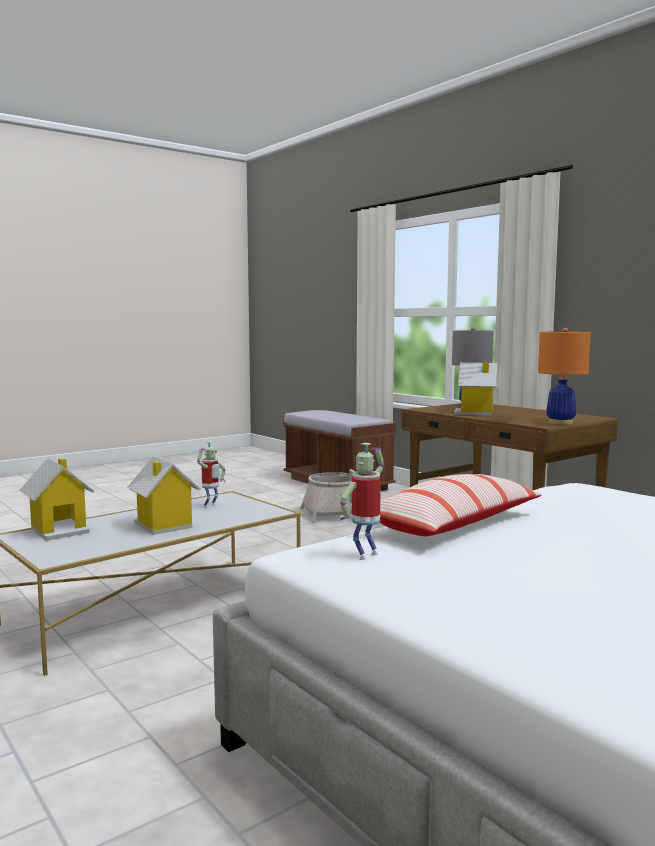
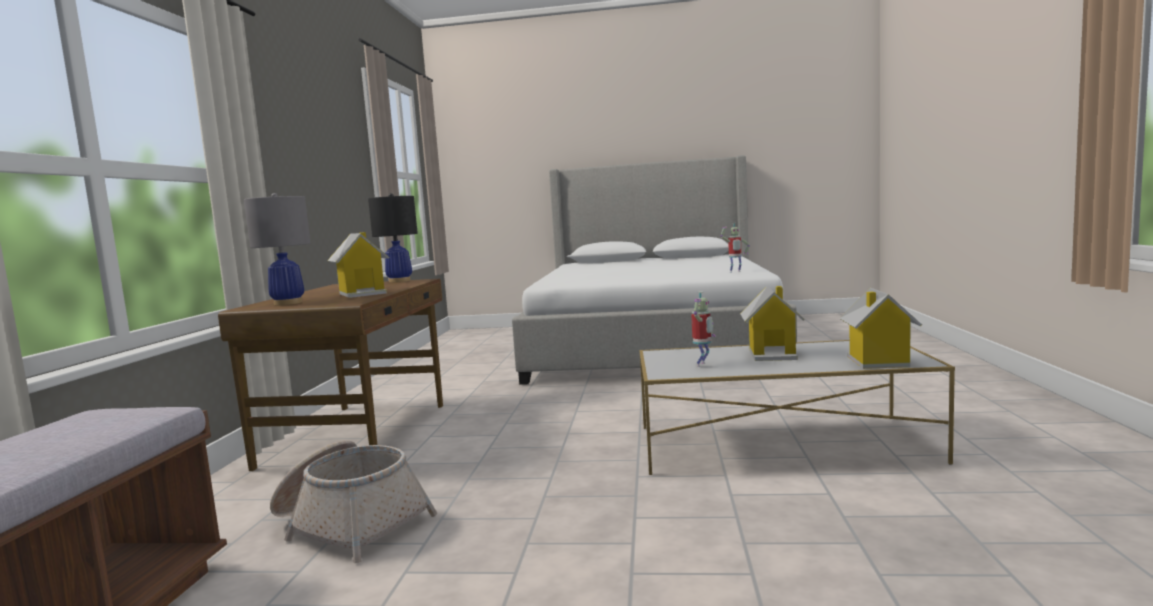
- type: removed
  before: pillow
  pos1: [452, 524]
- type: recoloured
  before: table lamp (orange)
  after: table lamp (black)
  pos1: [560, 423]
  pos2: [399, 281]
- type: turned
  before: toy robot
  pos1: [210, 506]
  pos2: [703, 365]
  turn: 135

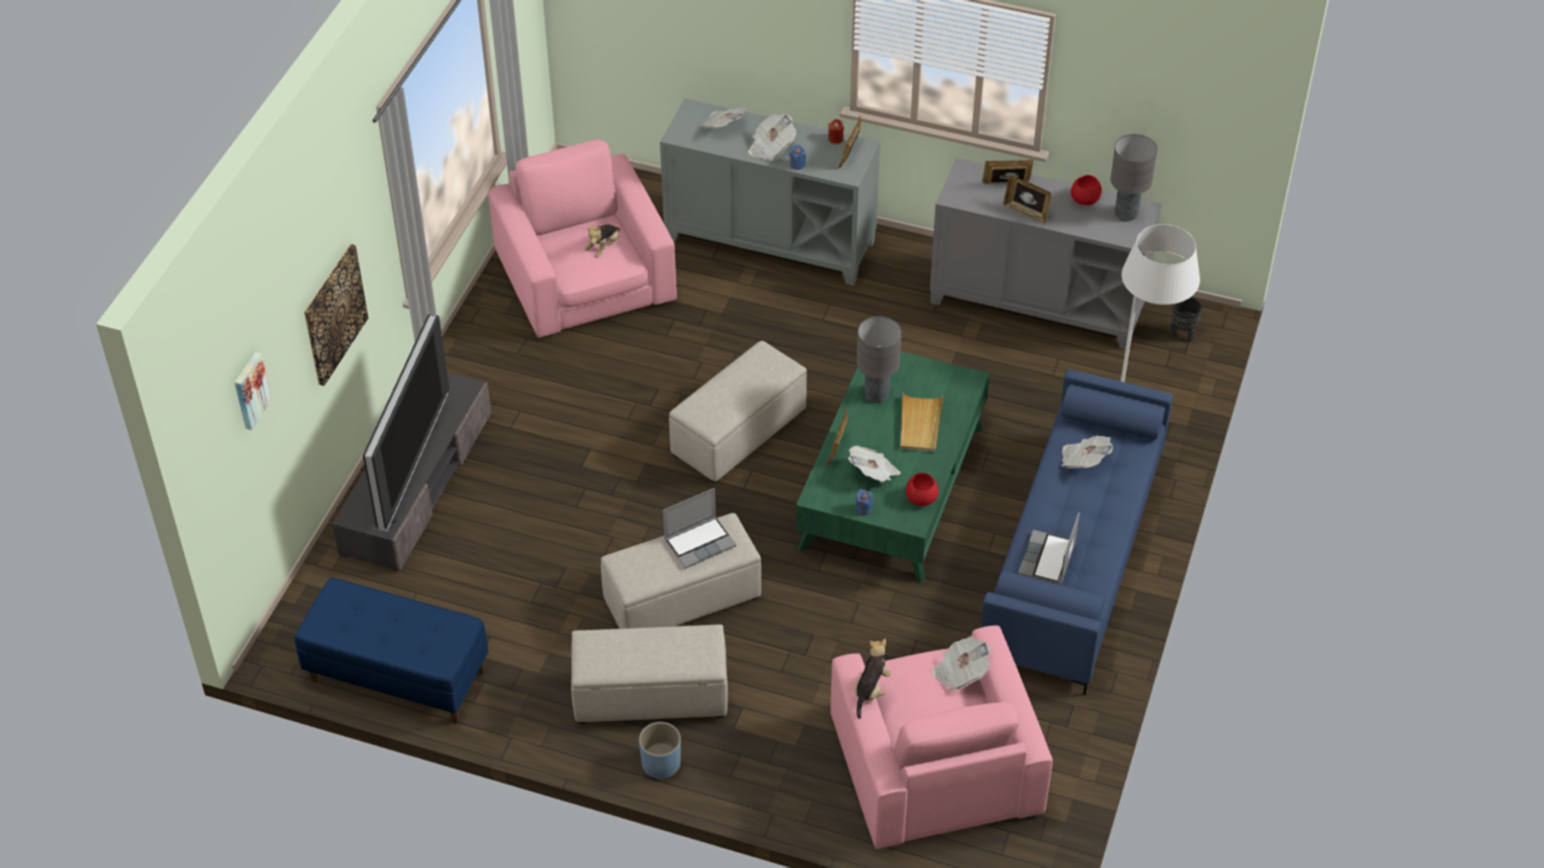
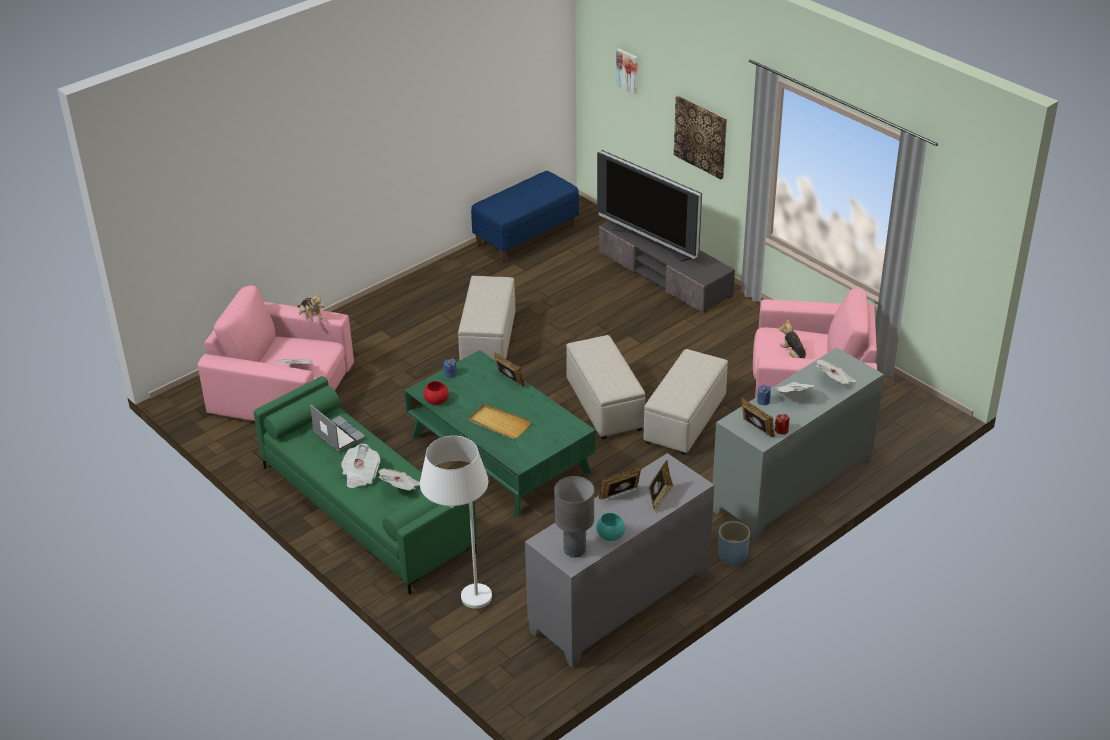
- type: removed
  before: laptop
  pos1: [700, 542]
- type: removed
  before: table lamp (grey)
  pos1: [876, 395]
- type: removed
  before: planter (black)
  pos1: [1182, 334]
- type: moved
  before: ottoman (beige)
  pos1: [649, 696]
  pos2: [685, 420]
- type: moved
  before: planter (blue)
  pos1: [661, 764]
  pos2: [732, 555]
- type: moved
  before: newspaper
  pos1: [873, 473]
  pos2: [360, 475]
- type: recoloured
  before: sofa (blue)
  after: sofa (green)
  pos1: [1073, 560]
  pos2: [365, 509]
- type: recoloured
  before: bowl (red)
  after: bowl (turquoise)
  pos1: [1085, 199]
  pos2: [610, 535]

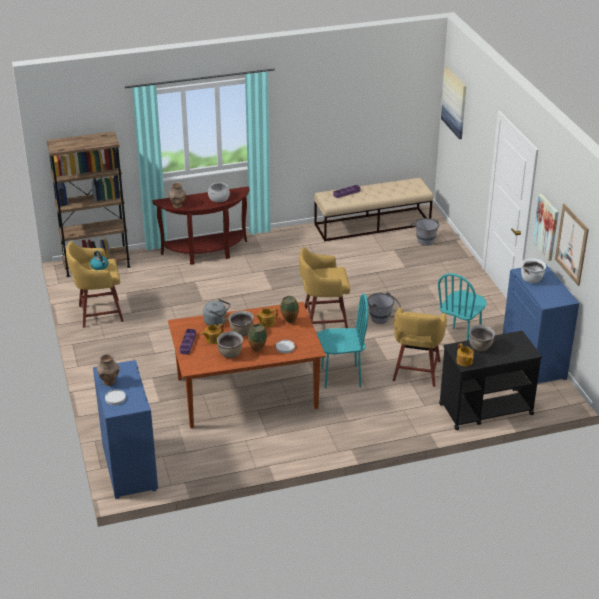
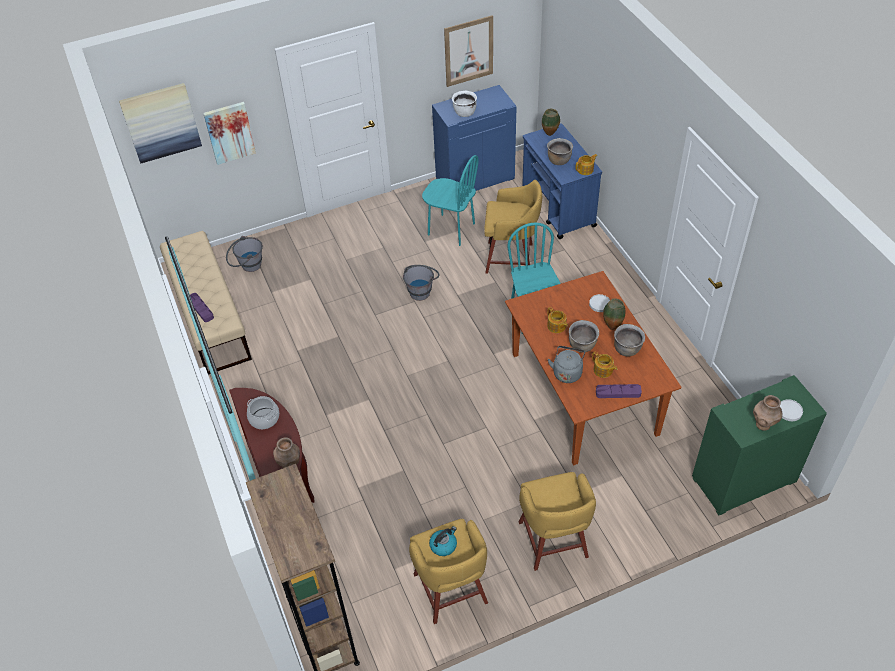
- type: moved
  before: vase
  pos1: [289, 322]
  pos2: [550, 135]
- type: moved
  before: stool (yellow)
  pos1: [323, 321]
  pos2: [553, 542]
- type: moved
  before: picture
  pos1: [546, 227]
  pos2: [229, 132]
- type: recoloured
  before: cabinet (blue)
  after: cabinet (green)
  pos1: [128, 467]
  pos2: [744, 480]
- type: recoloured
  before: cart (black)
  after: cart (blue)
  pos1: [485, 409]
  pos2: [558, 208]

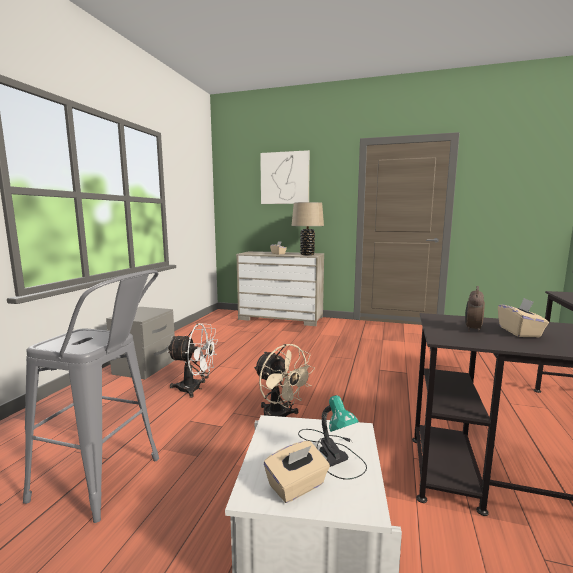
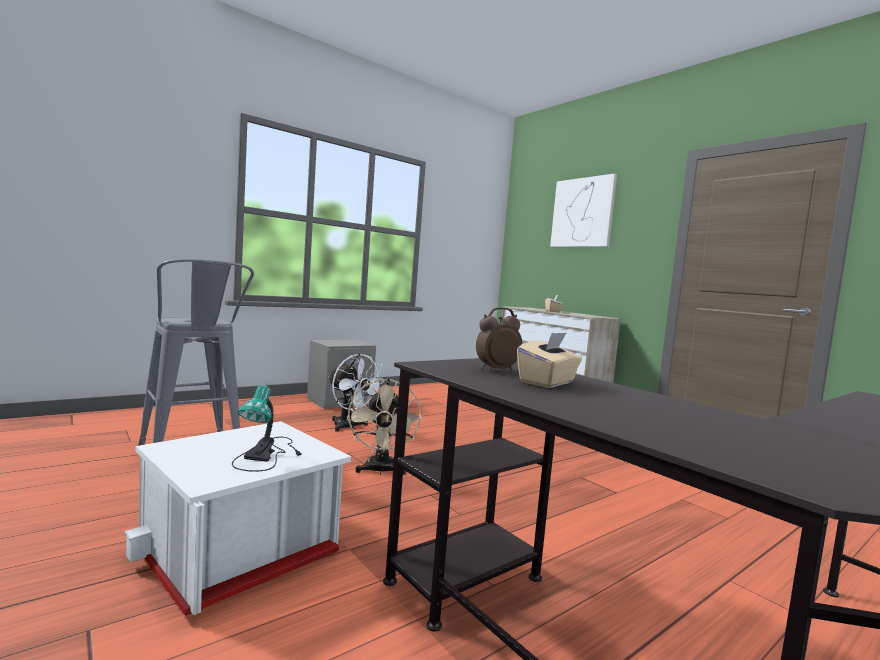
- type: removed
  before: tissue box (beige)
  pos1: [297, 486]
- type: removed
  before: table lamp (beige)
  pos1: [307, 254]

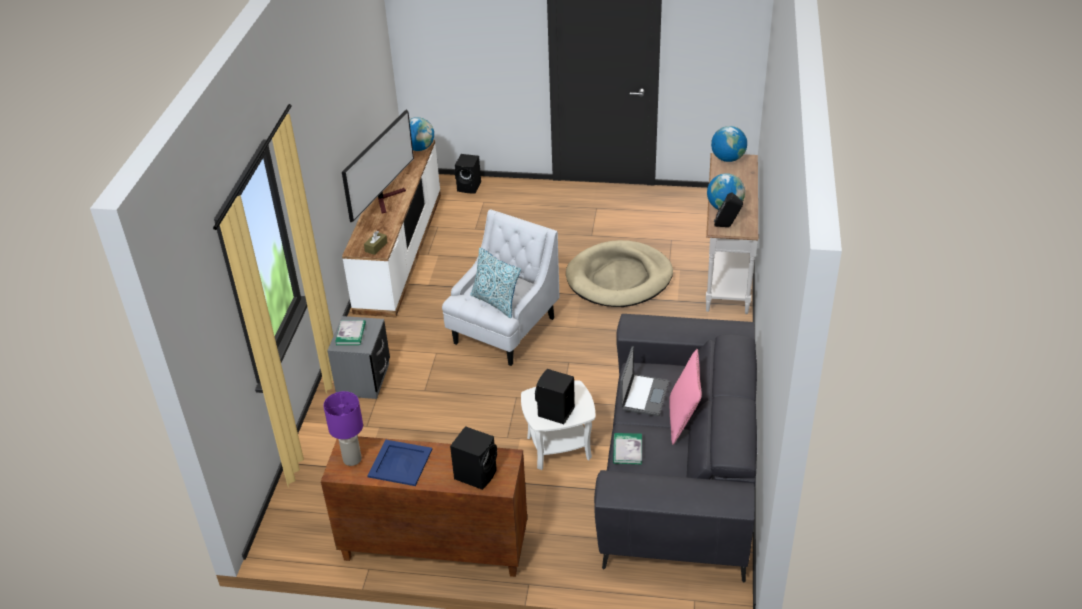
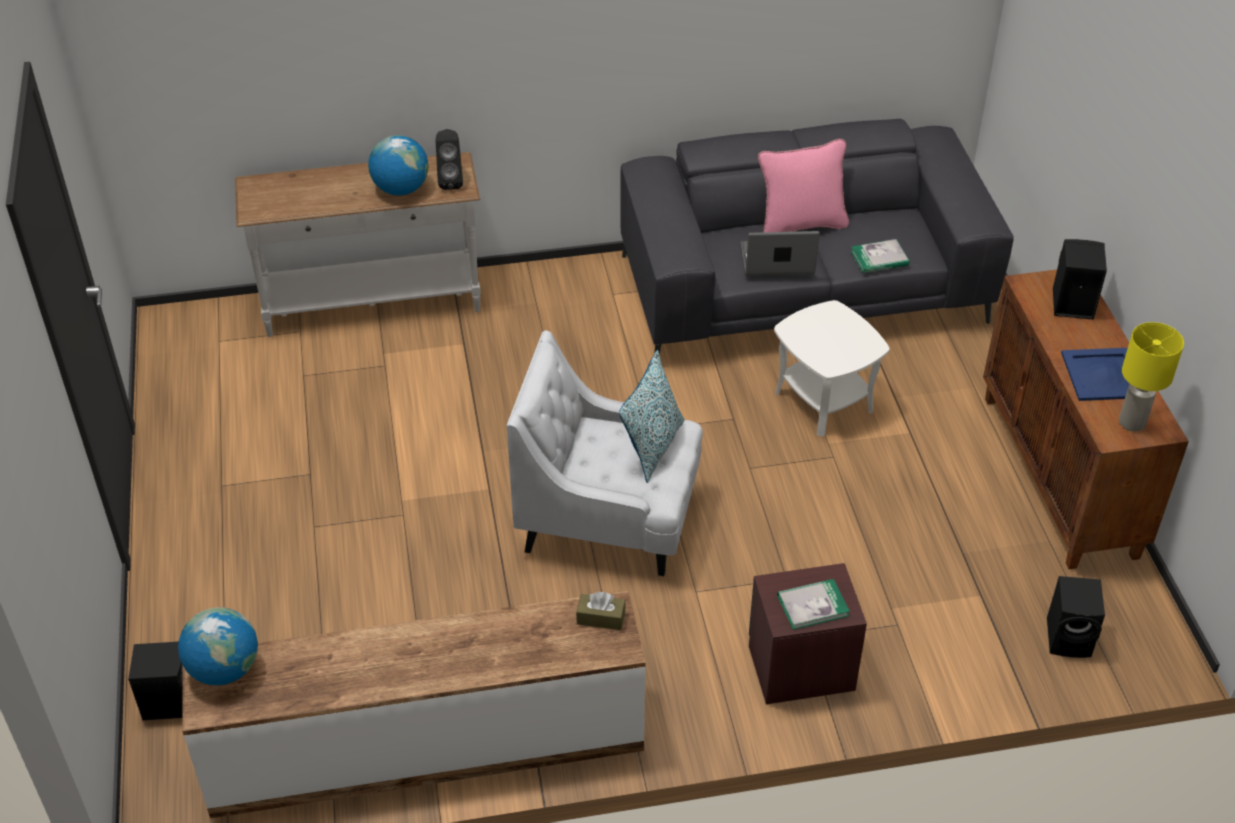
- type: removed
  before: television
  pos1: [387, 199]
- type: removed
  before: dog bed (beige)
  pos1: [619, 278]
- type: removed
  before: globe
  pos1: [728, 159]
- type: moved
  before: speaker (black)
  pos1: [555, 412]
  pos2: [1070, 638]
- type: recoloured
  before: table lamp (purple)
  after: table lamp (yellow)
  pos1: [352, 459]
  pos2: [1133, 423]
- type: recoloured
  before: nightstand (grey)
  after: nightstand (brown)
  pos1: [363, 379]
  pos2: [801, 667]

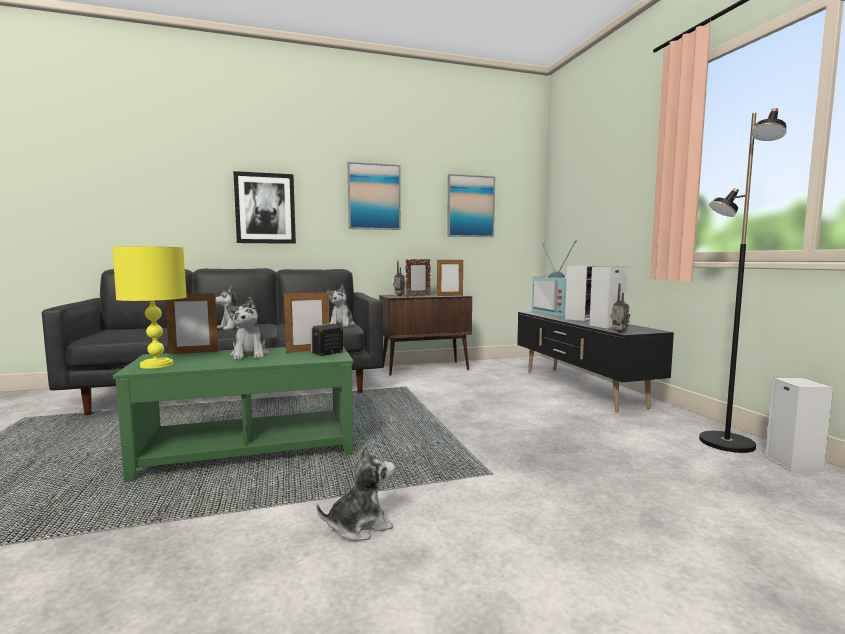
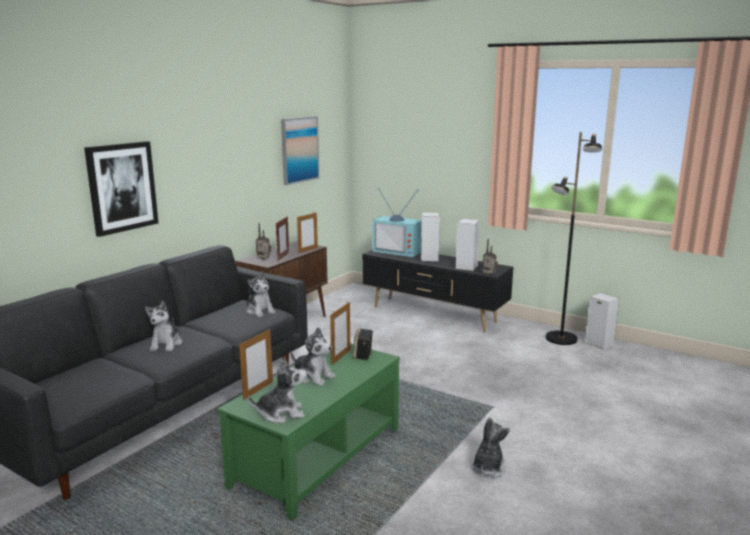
- type: removed
  before: picture
  pos1: [374, 197]
- type: replaced
  before: table lamp (yellow)
  after: plush toy
  pos1: [157, 365]
  pos2: [281, 413]

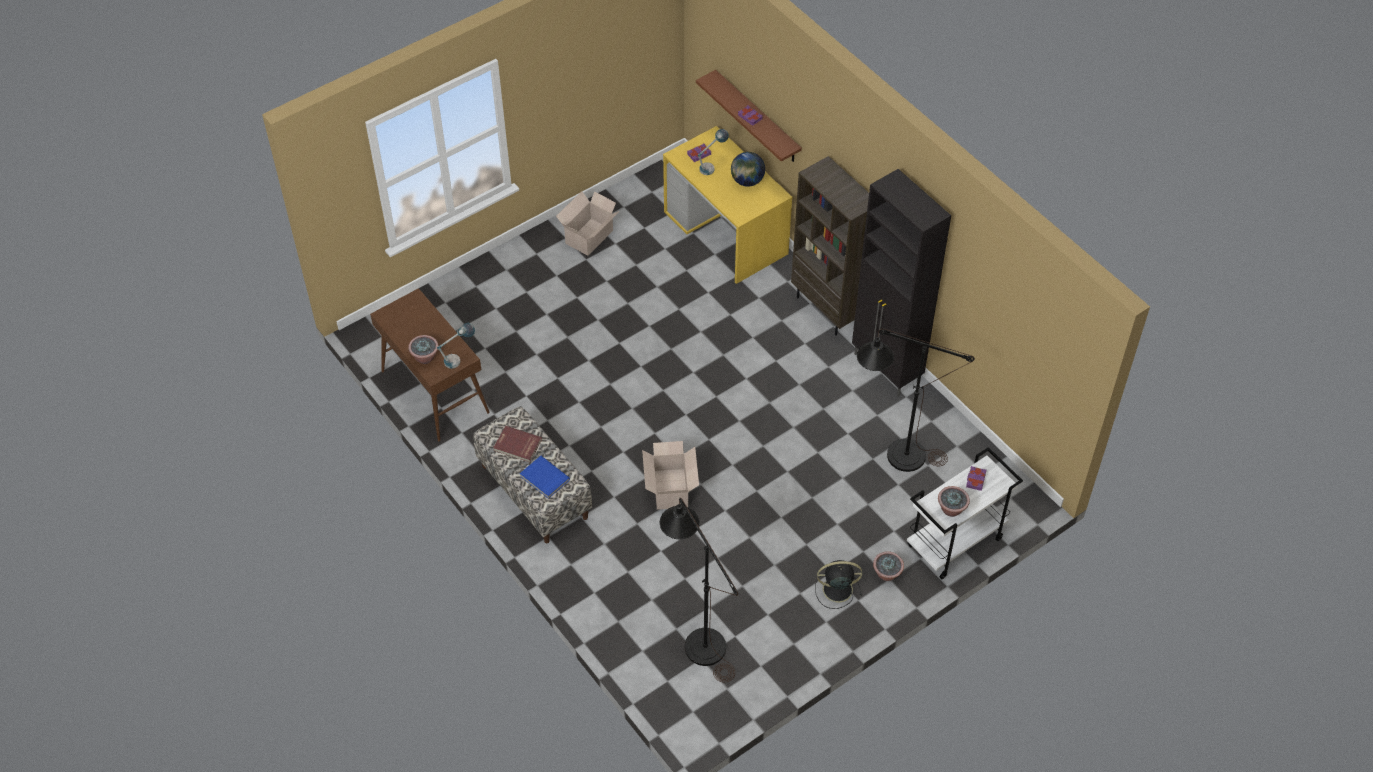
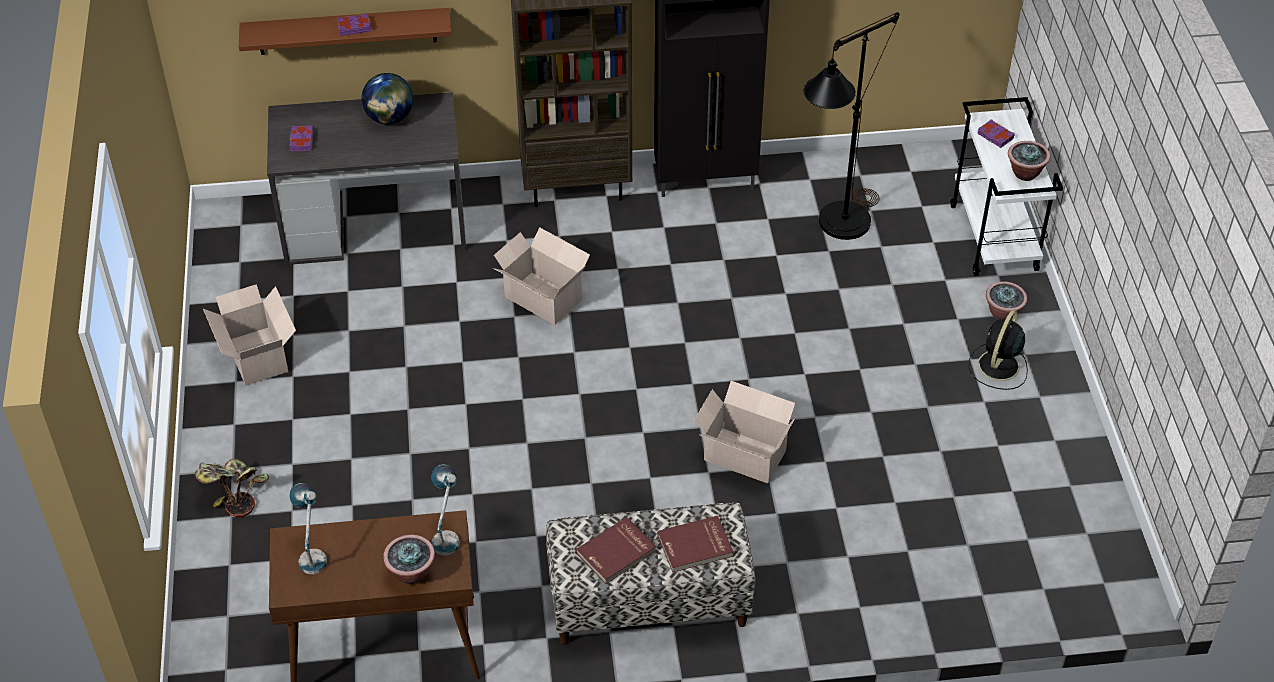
- type: removed
  before: floor lamp (black)
  pos1: [698, 638]
- type: added
  after: potted plant
  pos2: [233, 493]
- type: added
  after: cardboard box
  pos2: [542, 297]
- type: moved
  before: table lamp
  pos1: [712, 166]
  pos2: [312, 552]
- type: recoloured
  before: book (blue)
  after: book (red)
  pos1: [544, 478]
  pos2: [695, 546]
- type: recoloured
  before: desk (yellow)
  after: desk (grey)
  pos1: [726, 232]
  pos2: [375, 223]

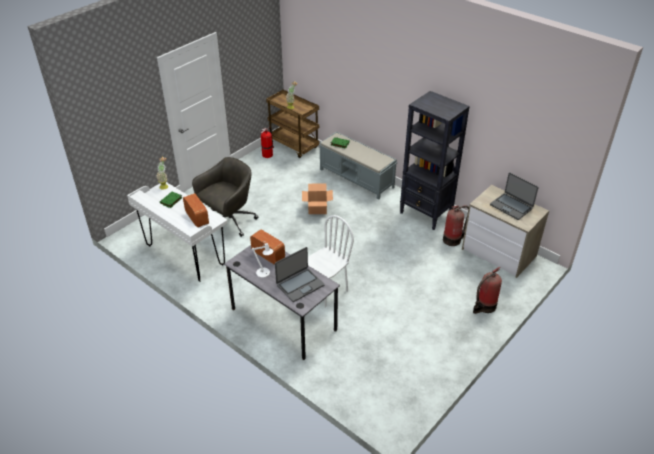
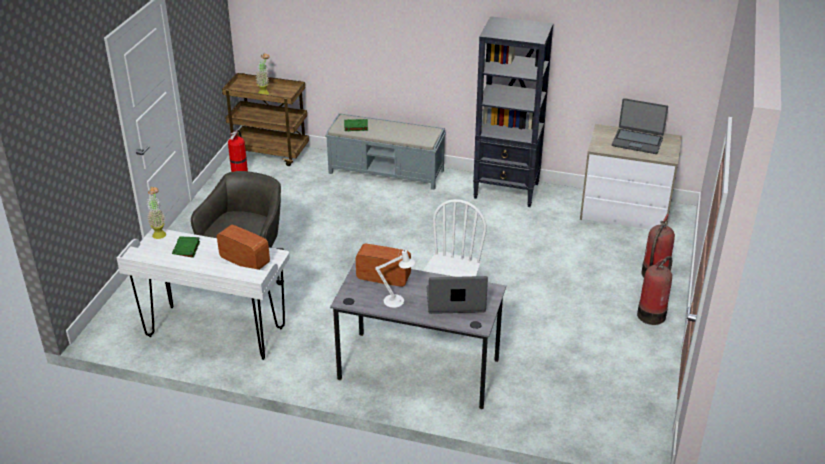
- type: removed
  before: cardboard box
  pos1: [317, 208]
- type: moved
  before: fire extinguisher
  pos1: [453, 239]
  pos2: [652, 314]
- type: turned
  before: laptop
  pos1: [300, 285]
  pos2: [455, 301]
  turn: -120

